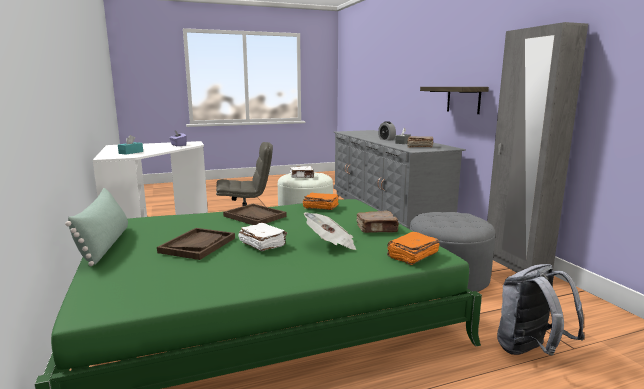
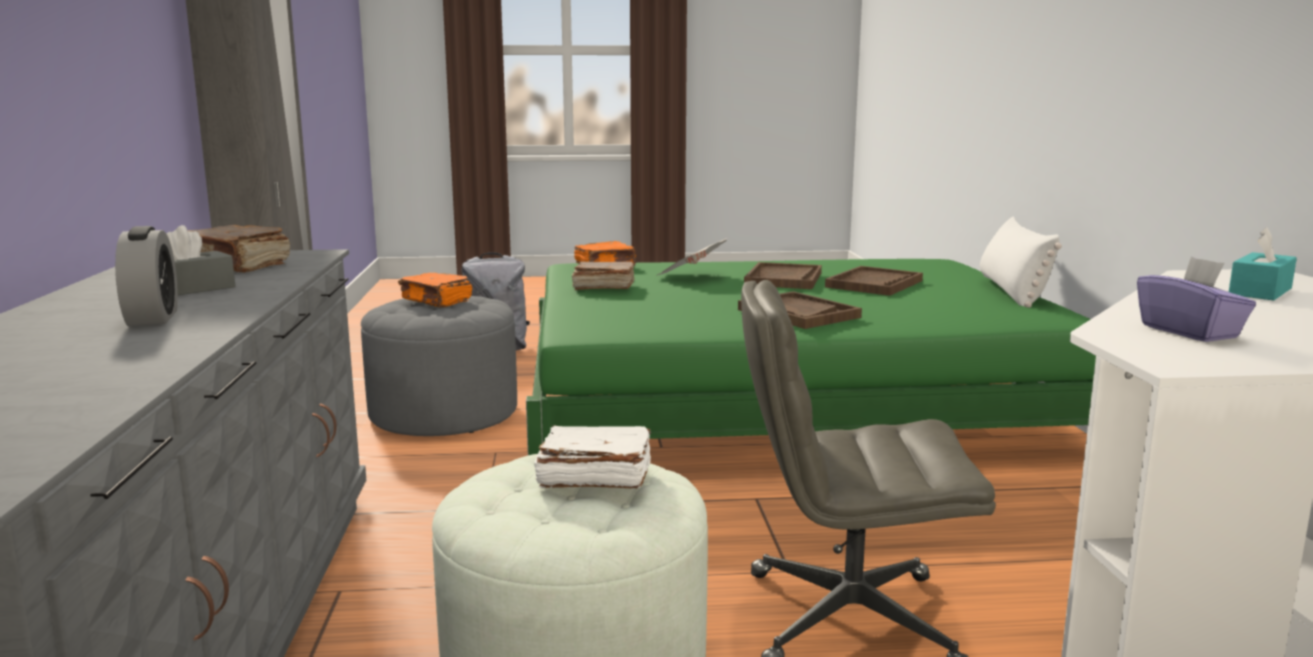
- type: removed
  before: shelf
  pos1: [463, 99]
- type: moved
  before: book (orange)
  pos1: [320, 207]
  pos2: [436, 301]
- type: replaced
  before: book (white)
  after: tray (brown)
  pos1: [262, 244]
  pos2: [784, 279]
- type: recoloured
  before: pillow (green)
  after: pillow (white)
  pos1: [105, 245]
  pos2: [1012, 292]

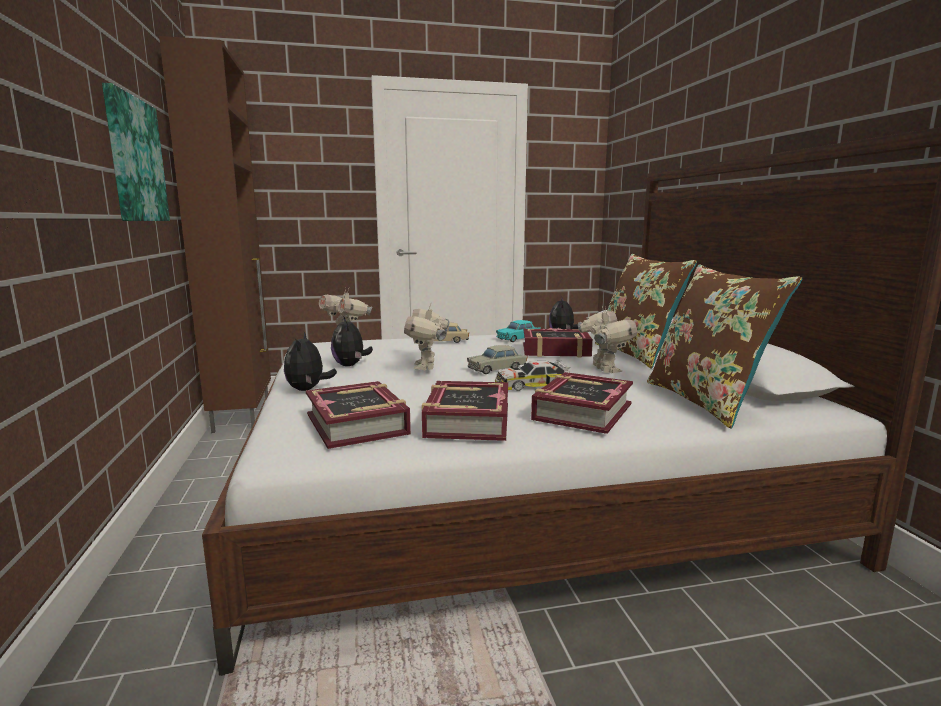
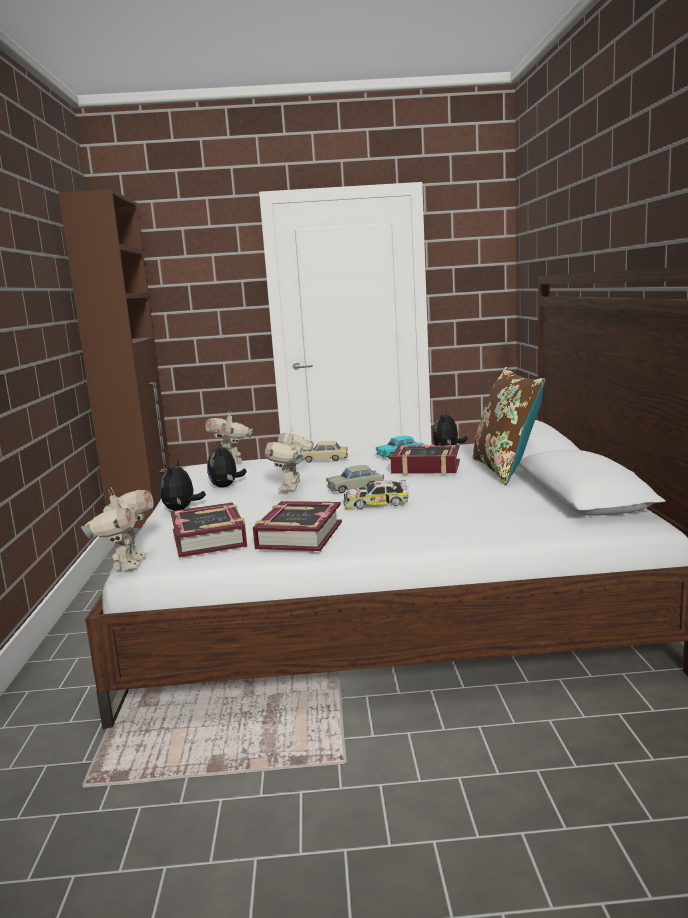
- type: removed
  before: picture
  pos1: [135, 160]
- type: removed
  before: book
  pos1: [581, 412]
- type: removed
  before: pillow (brown)
  pos1: [706, 401]
- type: moved
  before: toy robot
  pos1: [604, 370]
  pos2: [127, 563]

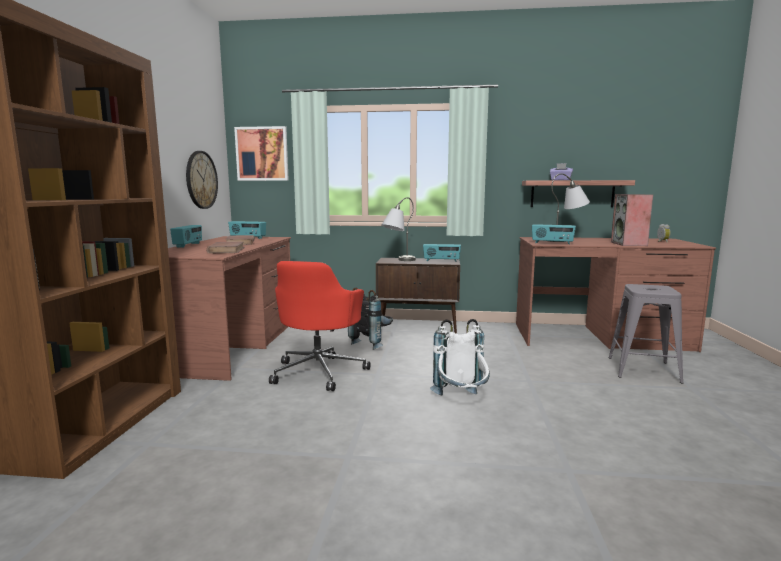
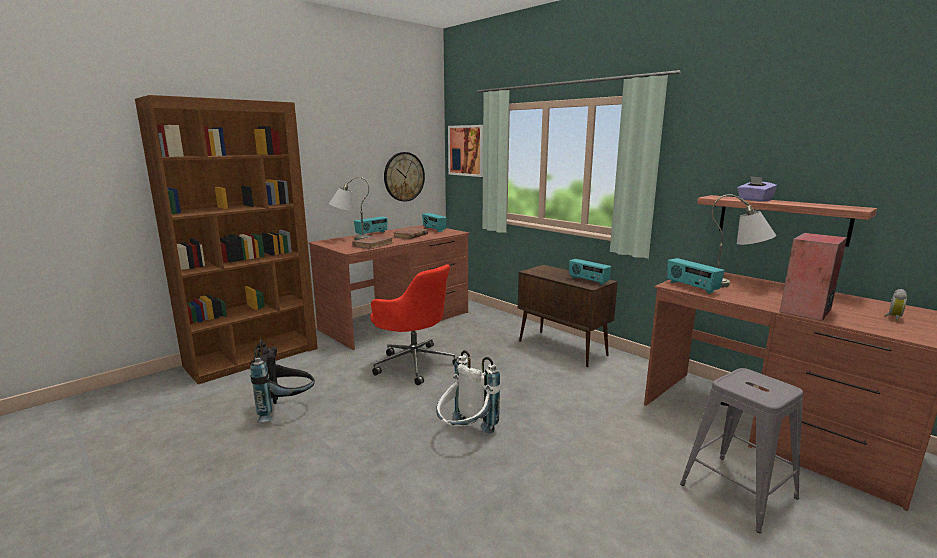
- type: moved
  before: backpack (black)
  pos1: [372, 343]
  pos2: [286, 410]
- type: moved
  before: table lamp (grey)
  pos1: [398, 261]
  pos2: [351, 239]
- type: turned
  before: office chair (red)
  pos1: [319, 371]
  pos2: [414, 363]
  turn: -105

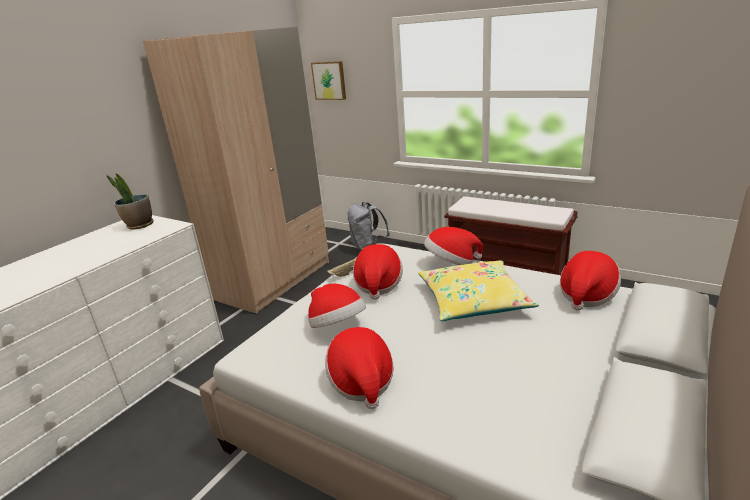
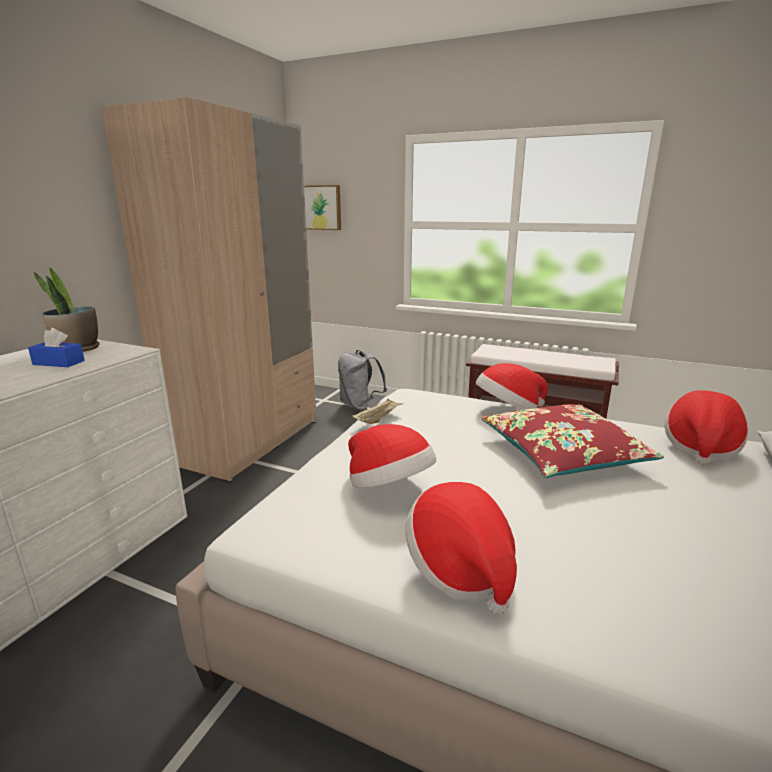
- type: removed
  before: hat
  pos1: [378, 284]
- type: added
  after: tissue box (blue)
  pos2: [59, 363]
- type: recoloured
  before: pillow (yellow)
  after: pillow (red)
  pos1: [474, 301]
  pos2: [563, 453]

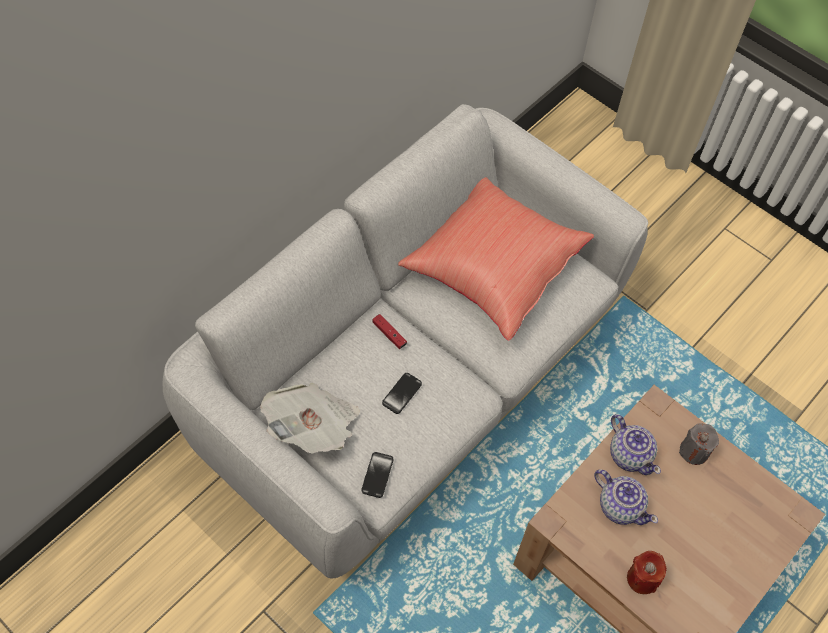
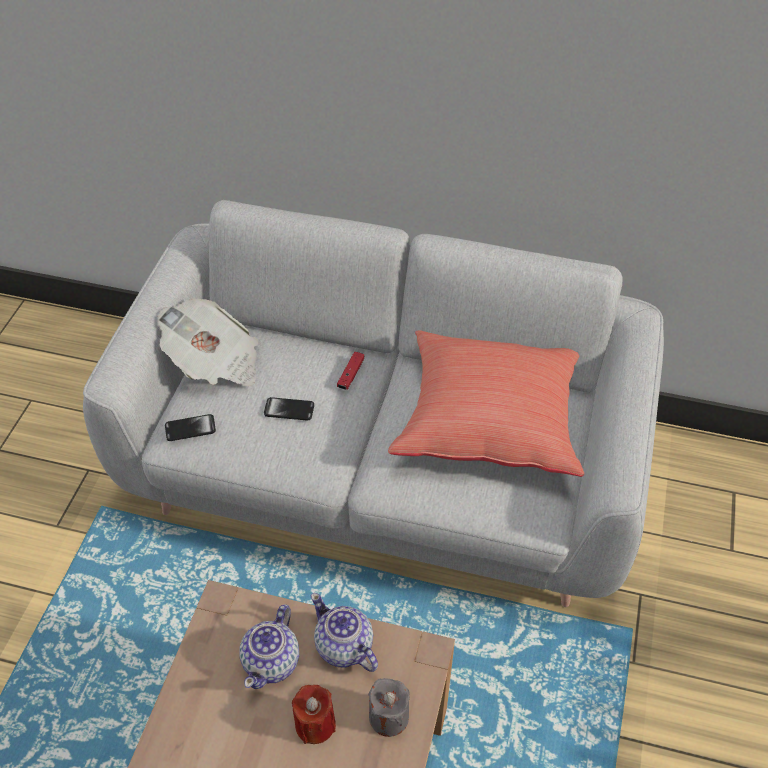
- type: moved
  before: candle (red)
  pos1: [642, 578]
  pos2: [315, 724]
- type: turned
  before: teapot
  pos1: [630, 454]
  pos2: [344, 647]
  turn: 105

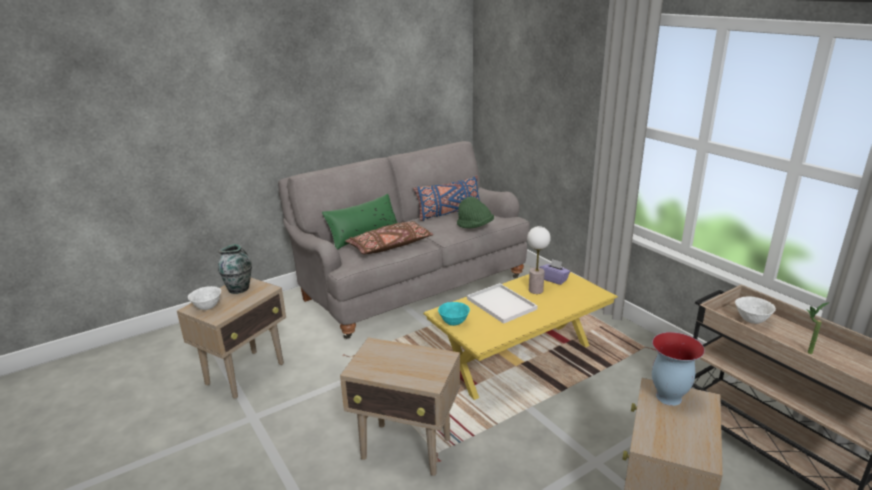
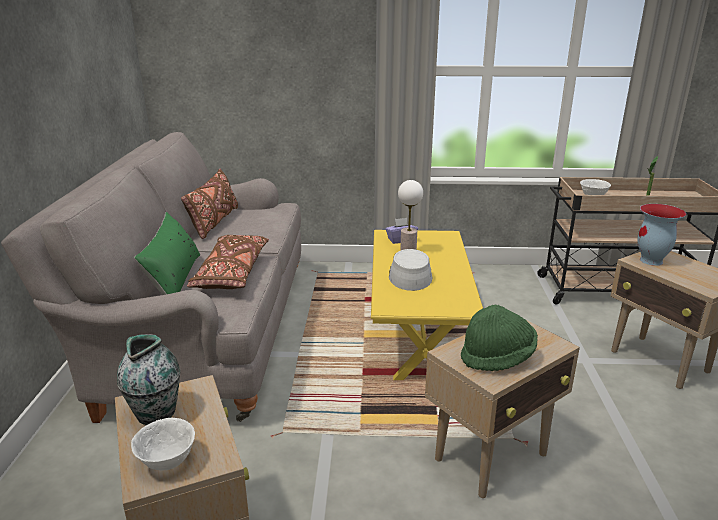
- type: removed
  before: bowl (turquoise)
  pos1: [454, 322]
- type: moved
  before: hat (green)
  pos1: [475, 227]
  pos2: [497, 357]
- type: replaced
  before: tray (white)
  after: hat (grey)
  pos1: [500, 303]
  pos2: [409, 275]
- type: recoloured
  before: pillow (blue)
  after: pillow (brown)
  pos1: [449, 213]
  pos2: [214, 222]

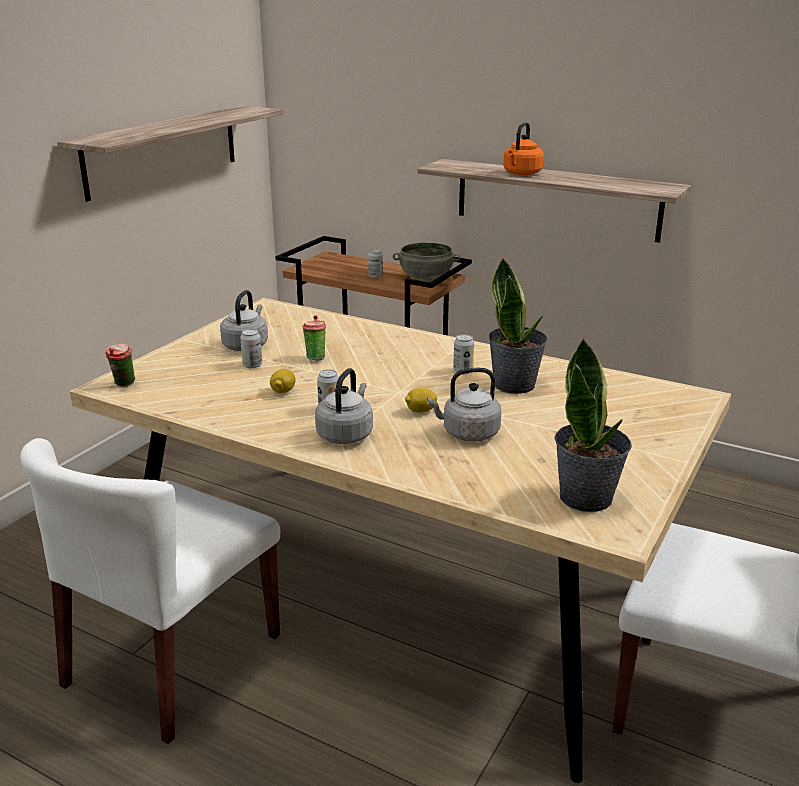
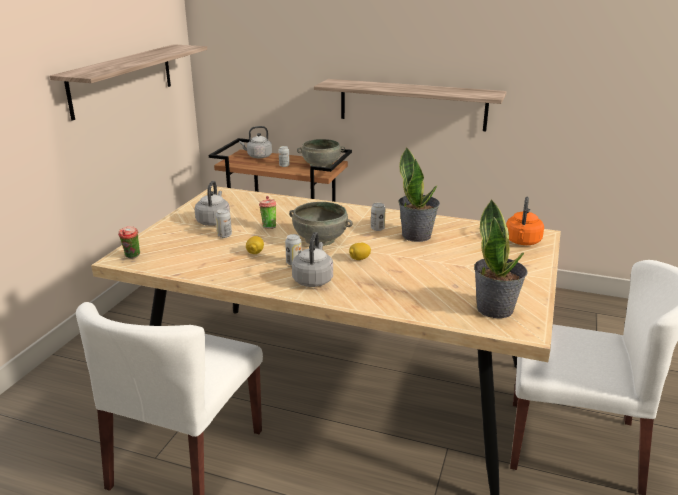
- type: added
  after: bowl (grey)
  pos2: [319, 239]
- type: moved
  before: kettle (grey)
  pos1: [467, 433]
  pos2: [258, 156]
- type: moved
  before: kettle (orange)
  pos1: [521, 174]
  pos2: [522, 242]

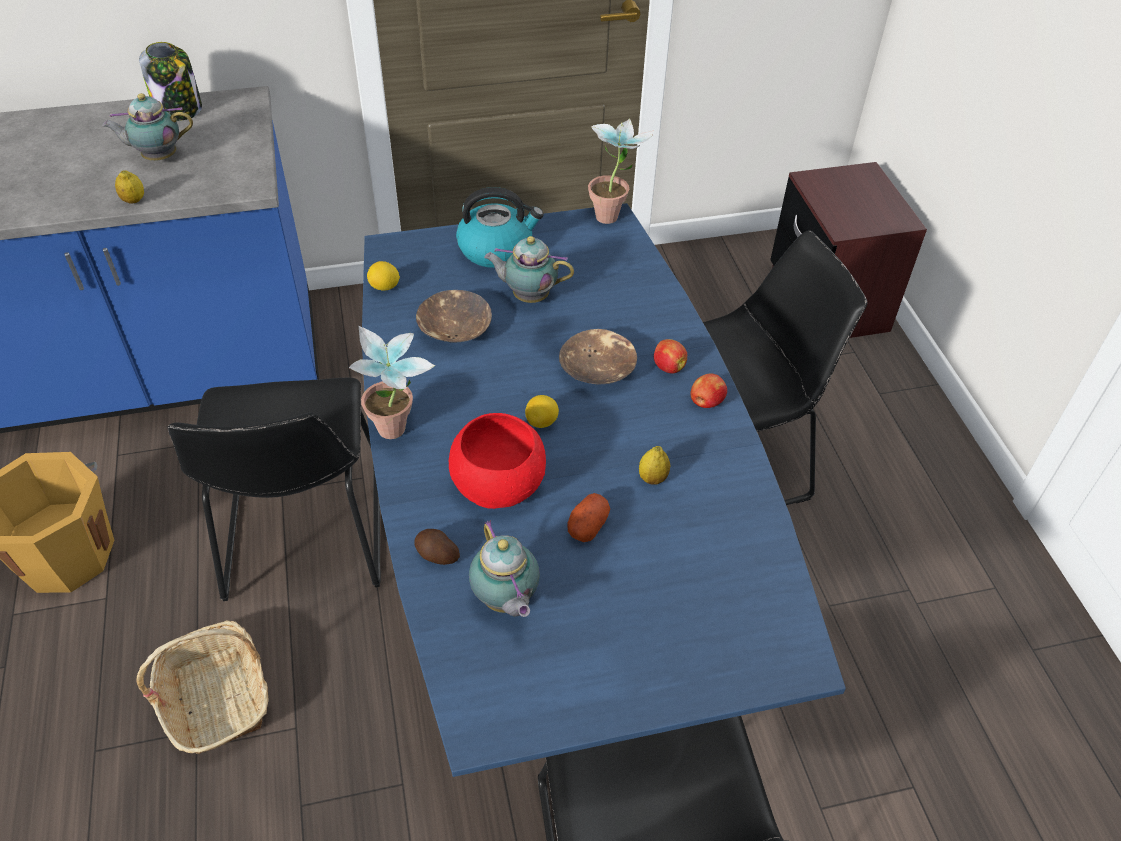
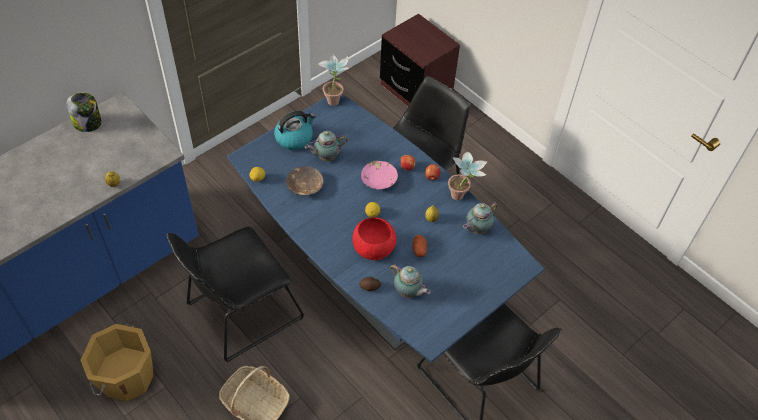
- type: moved
  before: teapot
  pos1: [158, 157]
  pos2: [477, 229]
- type: moved
  before: potted plant
  pos1: [398, 435]
  pos2: [462, 196]
- type: recoloured
  before: bowl (brown)
  after: bowl (pink)
  pos1: [598, 369]
  pos2: [379, 180]
- type: turned
  before: chair (black)
  pos1: [304, 534]
  pos2: [240, 313]
  turn: 90

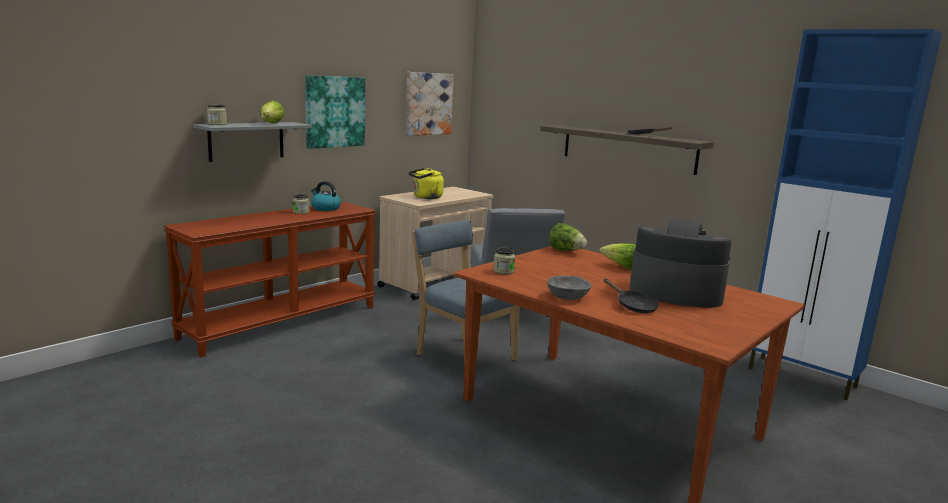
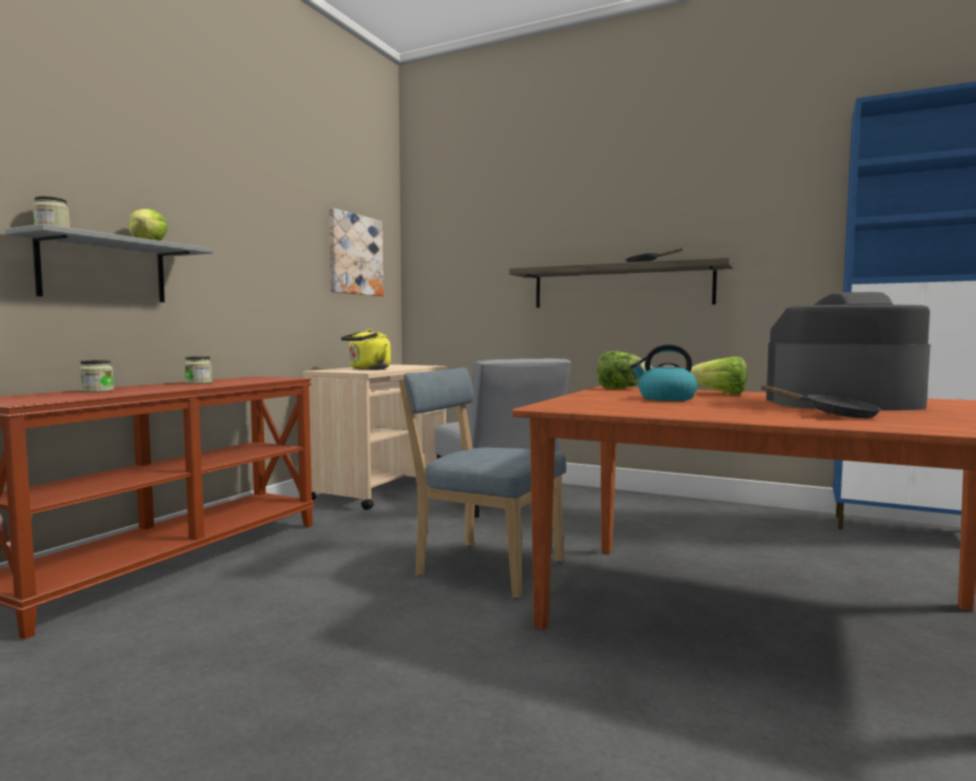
- type: removed
  before: picture
  pos1: [334, 111]
- type: removed
  before: bowl (grey)
  pos1: [567, 297]
- type: moved
  before: kettle
  pos1: [325, 208]
  pos2: [665, 398]
- type: moved
  before: jar
  pos1: [503, 271]
  pos2: [97, 391]

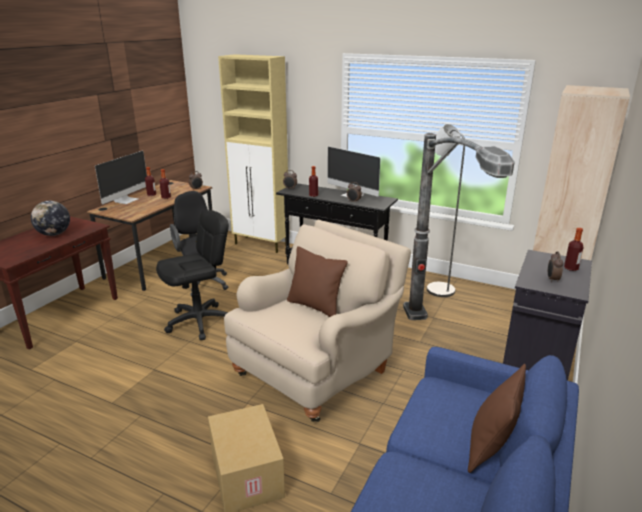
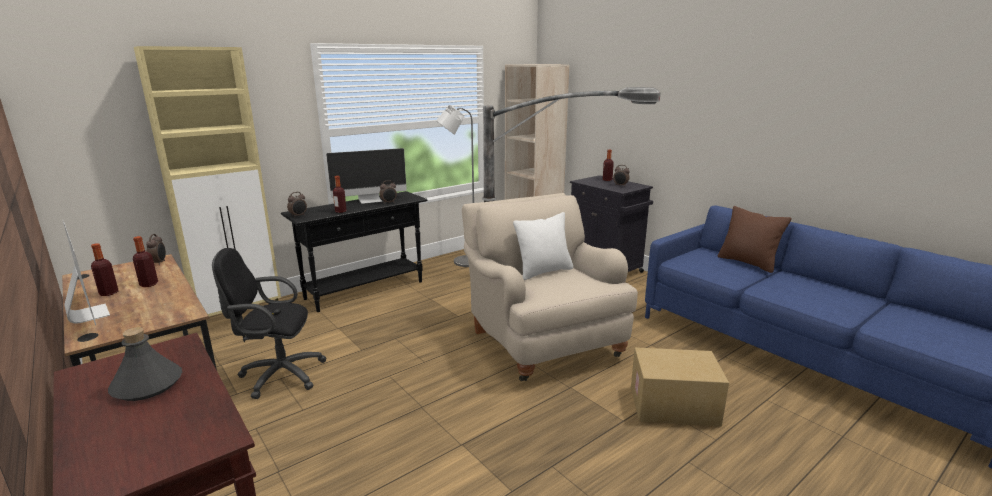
- type: removed
  before: office chair (black)
  pos1: [199, 322]
- type: replaced
  before: globe
  after: bottle (grey)
  pos1: [54, 234]
  pos2: [147, 386]
- type: recoloured
  before: pillow (brown)
  after: pillow (white)
  pos1: [315, 306]
  pos2: [544, 271]

